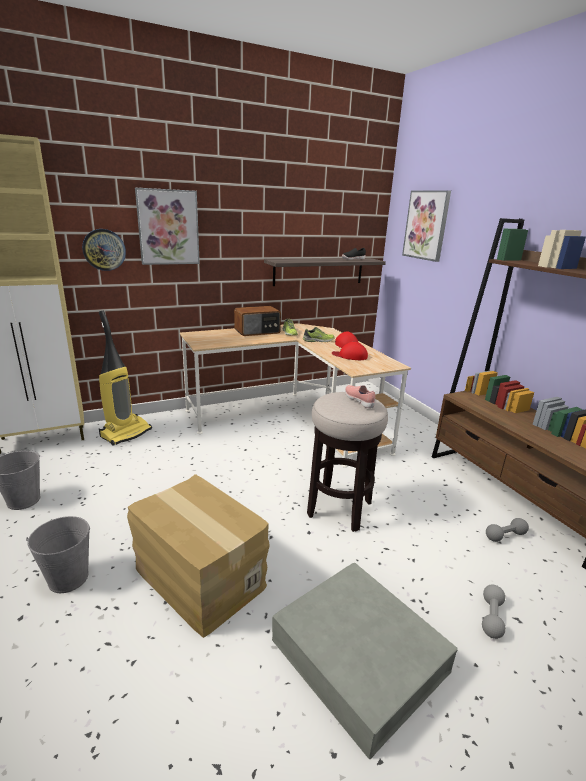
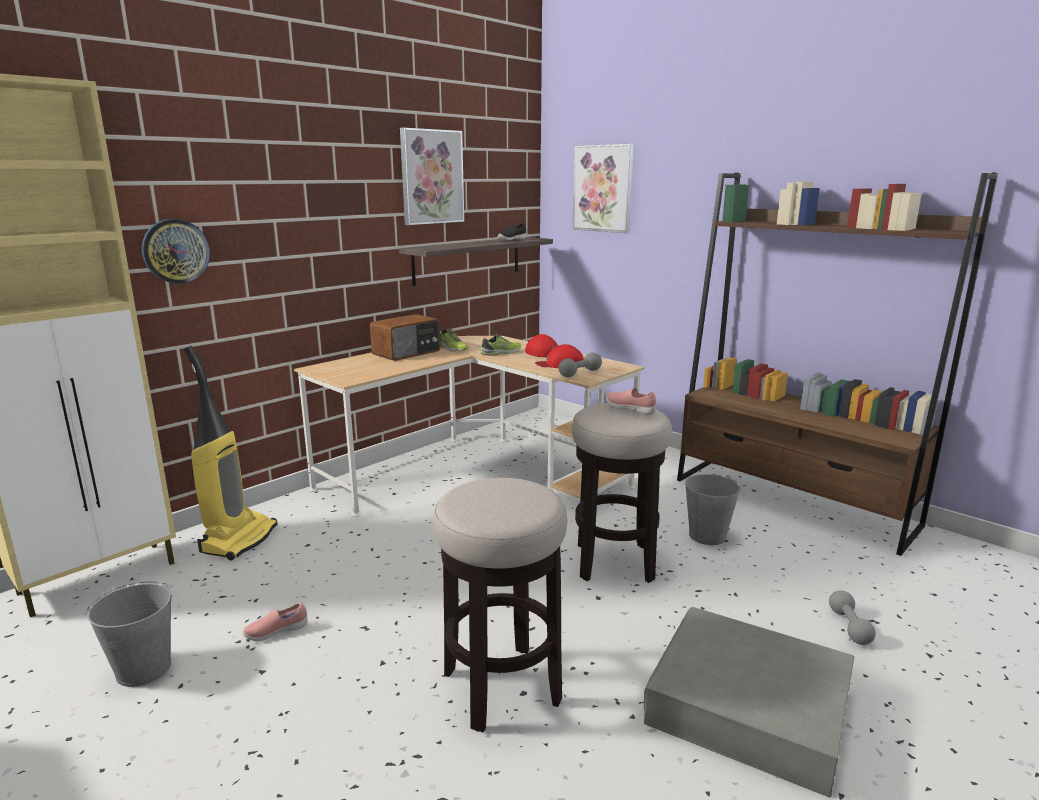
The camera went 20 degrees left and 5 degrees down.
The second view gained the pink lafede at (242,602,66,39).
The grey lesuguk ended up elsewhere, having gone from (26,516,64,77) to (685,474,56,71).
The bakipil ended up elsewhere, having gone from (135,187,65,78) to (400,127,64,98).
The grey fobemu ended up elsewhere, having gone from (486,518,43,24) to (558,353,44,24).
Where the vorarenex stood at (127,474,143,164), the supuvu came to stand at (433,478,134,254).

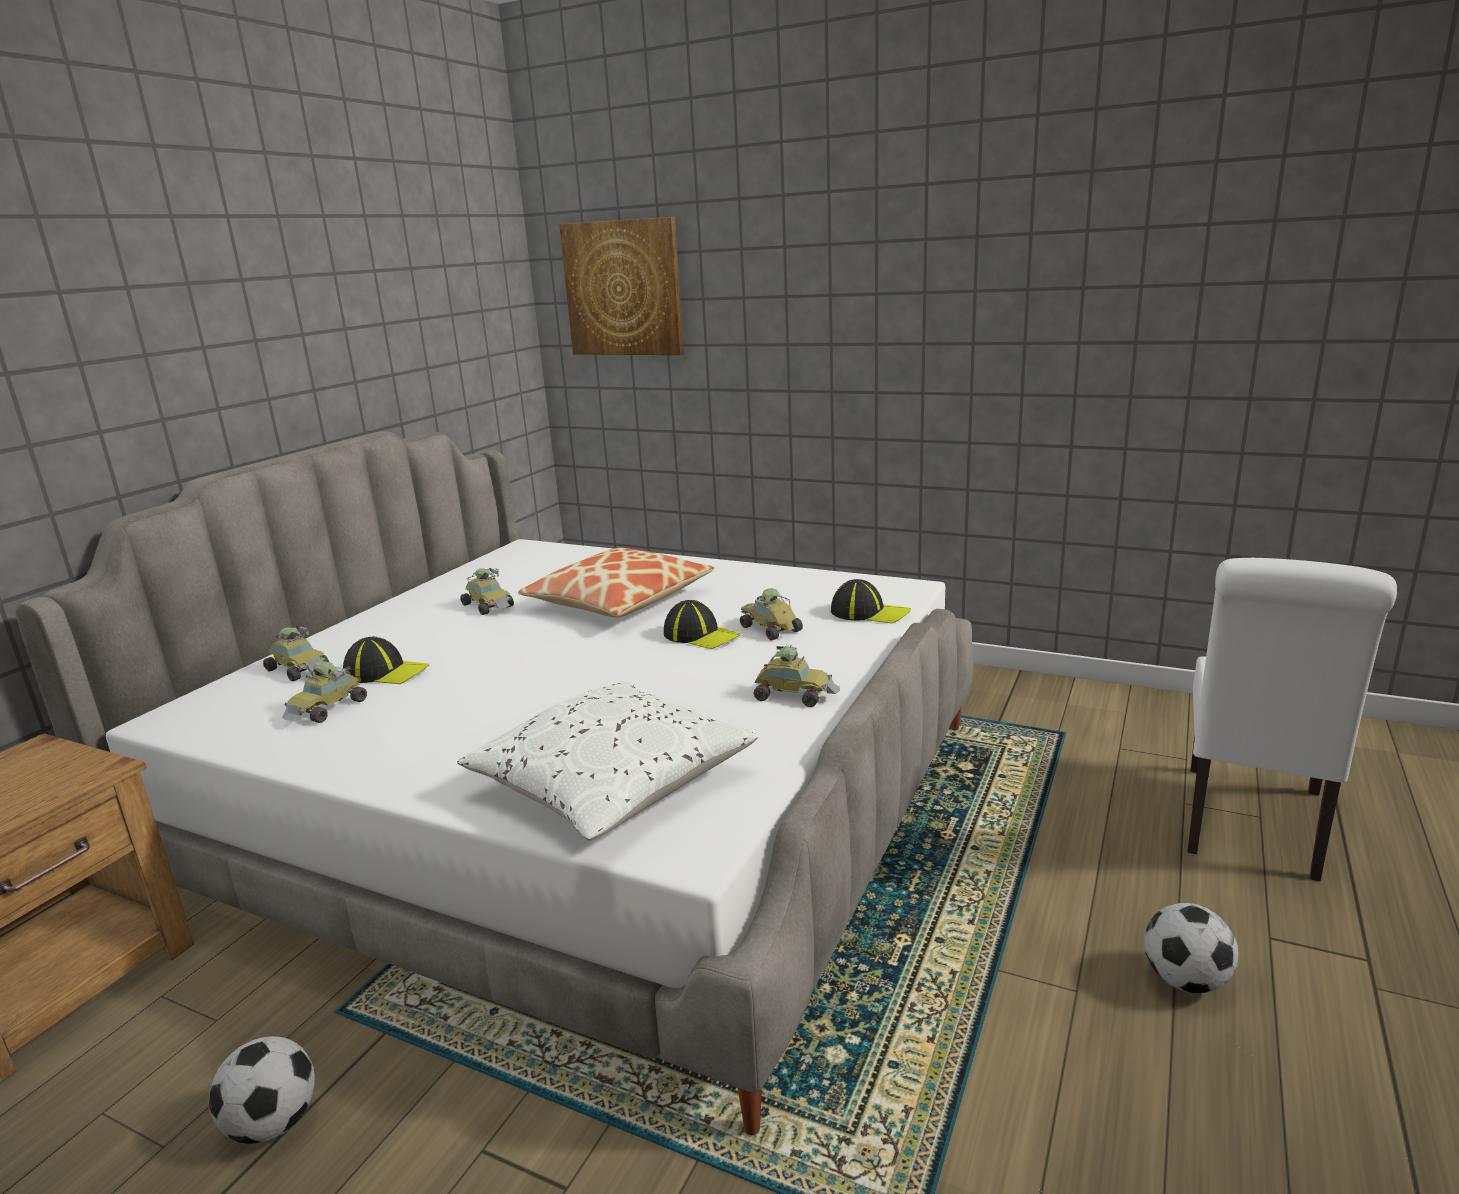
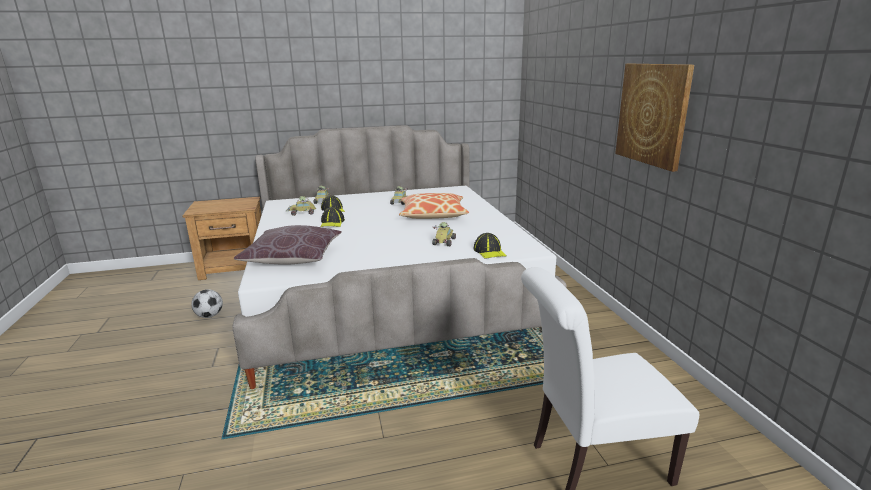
The camera went 50 degrees right and 0 degrees up.
The second view lost the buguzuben at (753,645,87,62).
The second view lost the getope at (1144,903,94,90).
The bakipil ended up elsewhere, having gone from (559,217,125,138) to (615,64,79,108).
The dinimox ended up elsewhere, having gone from (664,600,77,49) to (321,207,24,20).
What was the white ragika at (457,682,301,159) turned into the brown ragika at (234,225,108,40).

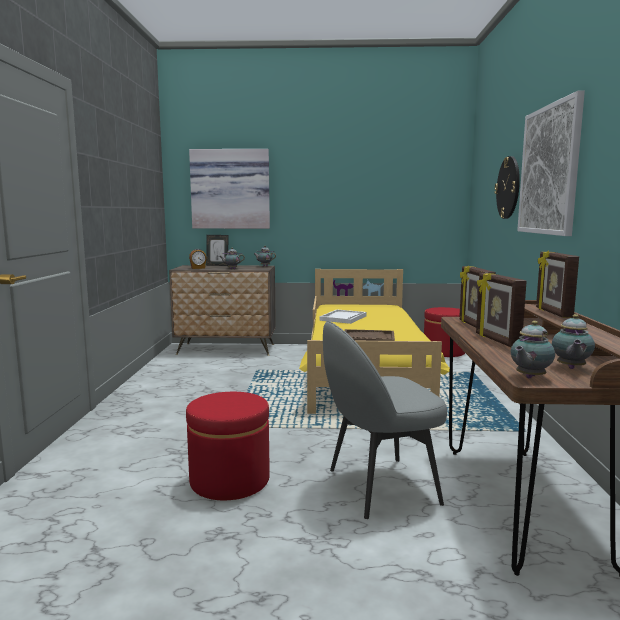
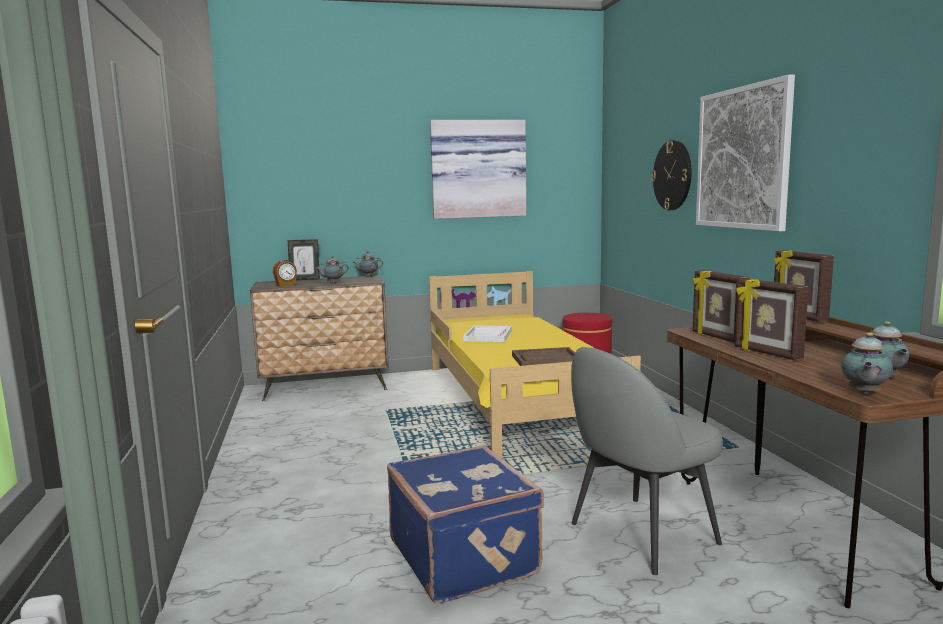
The camera went 15 degrees left and 0 degrees up.
The bakipil ended up elsewhere, having gone from (189,149,81,80) to (430,120,96,99).
Where the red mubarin stood at (186,392,84,108), the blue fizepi came to stand at (387,445,157,158).

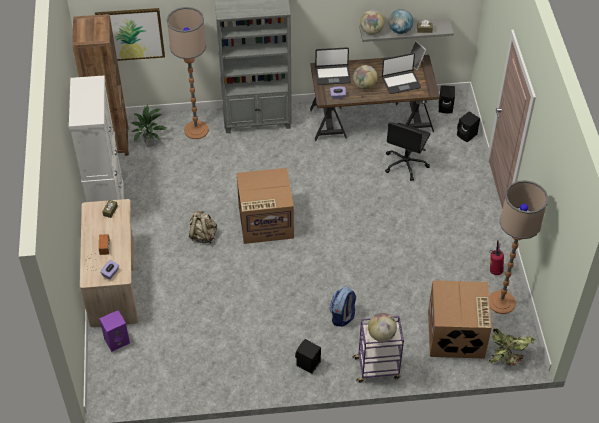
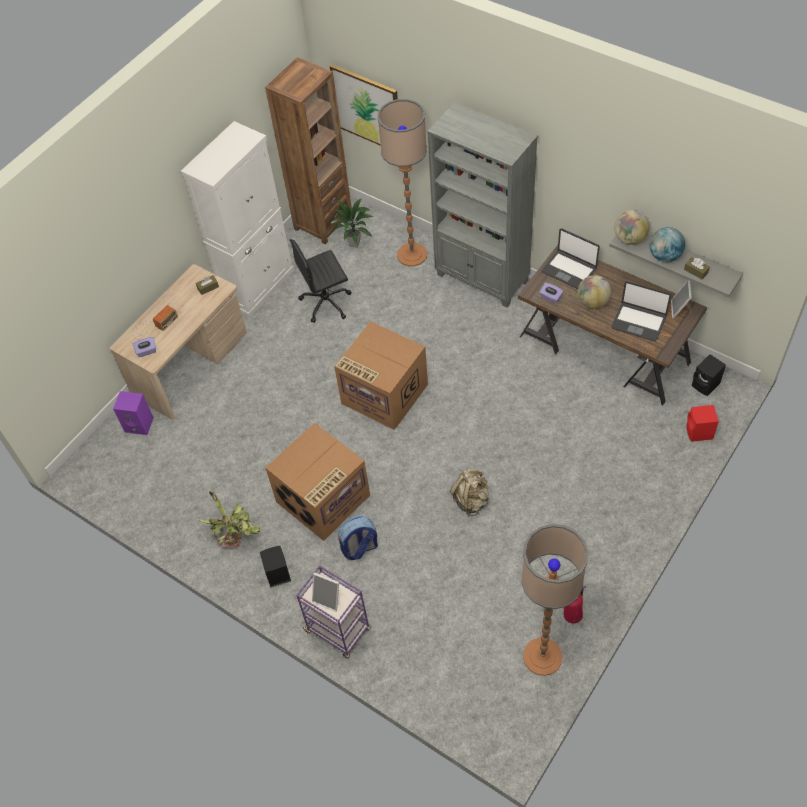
The camera went 45 degrees right and 5 degrees up.
The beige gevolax ended up elsewhere, having gone from (189,210,28,34) to (450,469,39,47).
The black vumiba ended up elsewhere, having gone from (385,123,46,58) to (290,239,61,84).
The vorarenex ended up elsewhere, having gone from (428,280,64,79) to (266,423,104,118).
The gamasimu ended up elsewhere, having gone from (489,328,46,38) to (197,491,63,57).
Where the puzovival stood at (368,313,29,29), the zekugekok came to stand at (312,572,27,40).
What was the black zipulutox at (457,111,23,31) turned into the red zipulutox at (686,405,33,37).

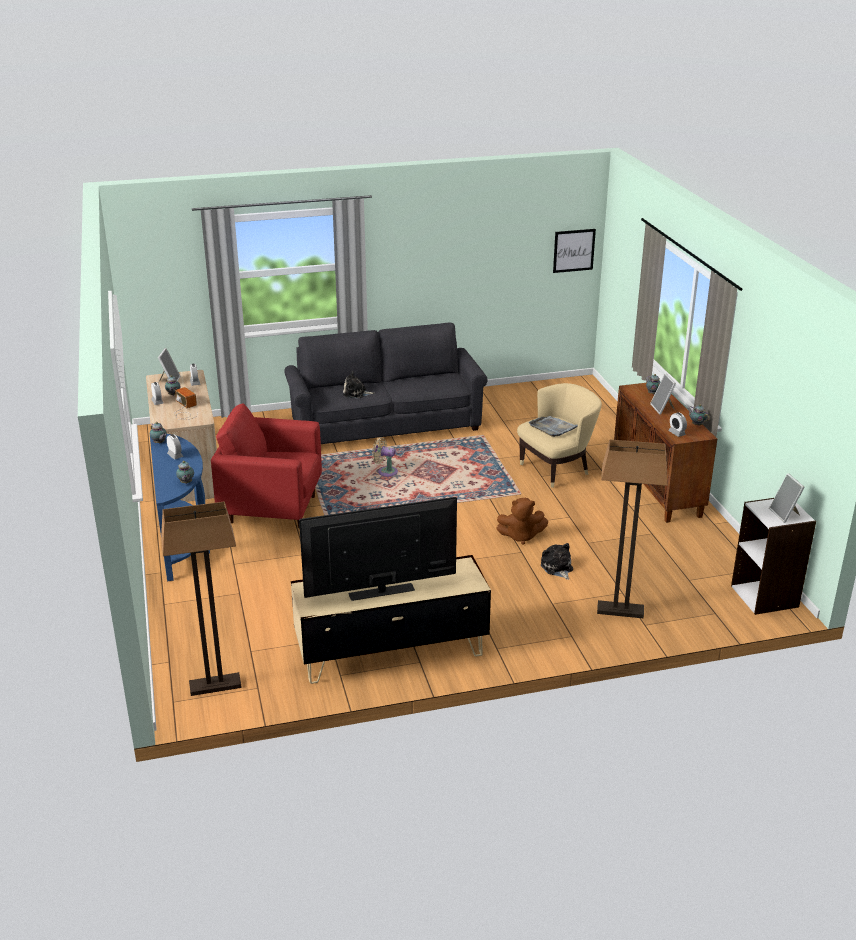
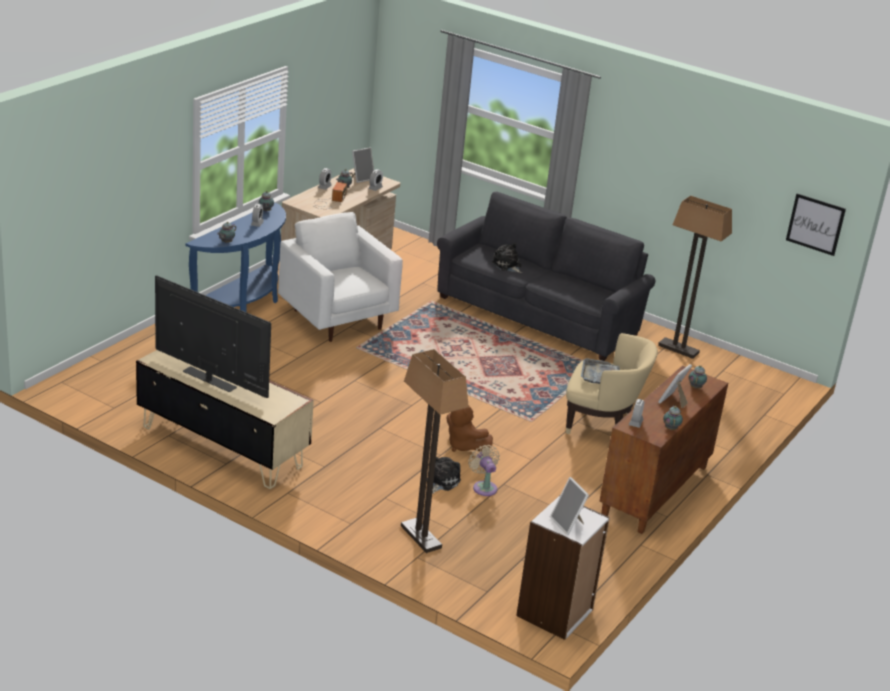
The camera went 45 degrees right and 0 degrees up.
The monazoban ended up elsewhere, having gone from (161,501,81,195) to (658,196,74,163).
The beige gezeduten ended up elsewhere, having gone from (372,437,26,40) to (469,445,31,51).
What was the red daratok at (211,404,111,124) turned into the white daratok at (278,212,125,130).
The zekugekok at (769,473,36,50) ended up facing another way, 60 degrees counterclockwise from before.

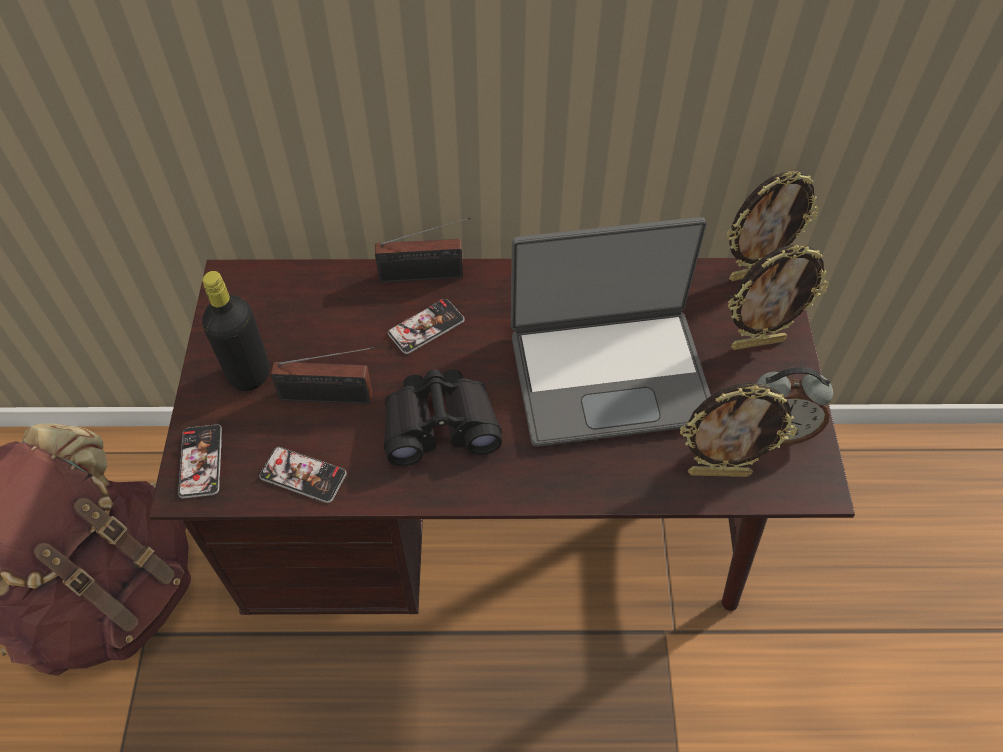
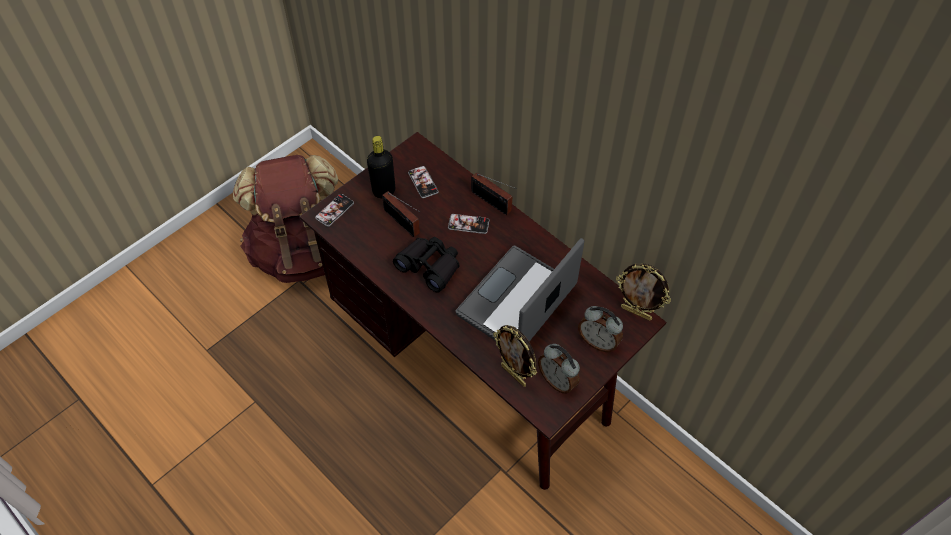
The camera went 45 degrees right and 0 degrees up.
The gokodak ended up elsewhere, having gone from (259,447,88,56) to (408,166,31,32).
Where the zekugekok stood at (728,245,101,105), the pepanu came to stand at (578,306,45,46).
The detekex at (511,217,200,230) ended up facing another way, 90 degrees clockwise from before.

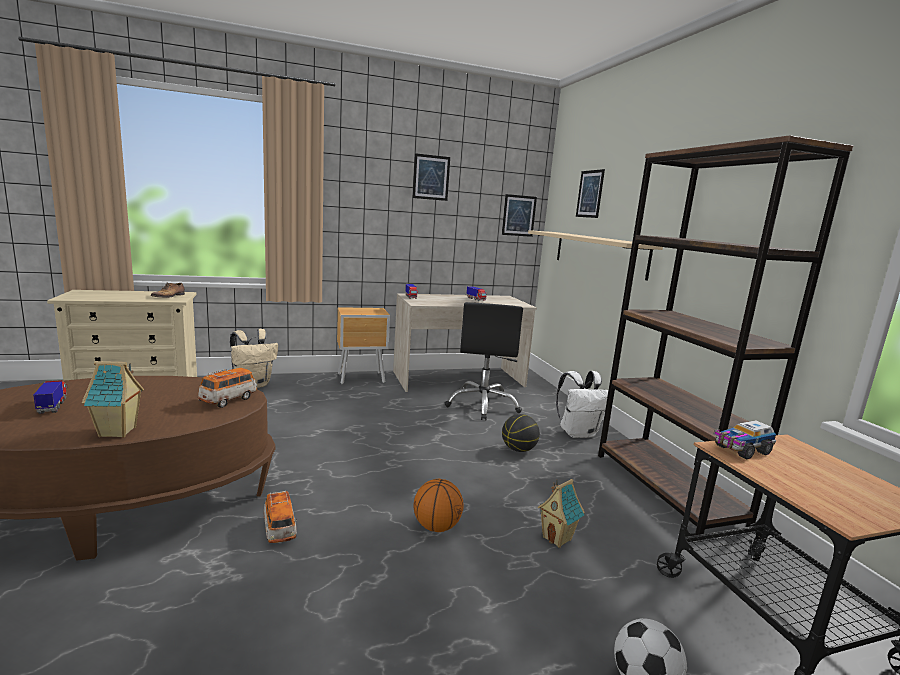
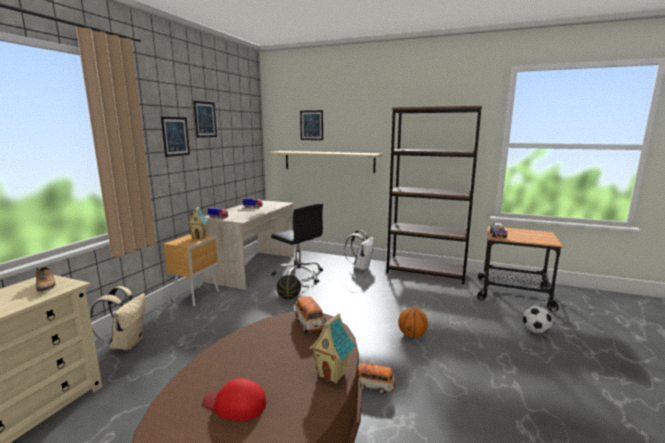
The camera went 50 degrees left and 0 degrees up.
The bakipil ended up elsewhere, having gone from (502,194,35,43) to (161,117,29,40).
The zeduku ended up elsewhere, having gone from (502,414,38,38) to (277,275,24,25).
The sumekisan ended up elsewhere, having gone from (538,479,47,69) to (187,207,22,32).
Where the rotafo stood at (33,380,35,34), the red dinimox came to stand at (203,379,63,42).

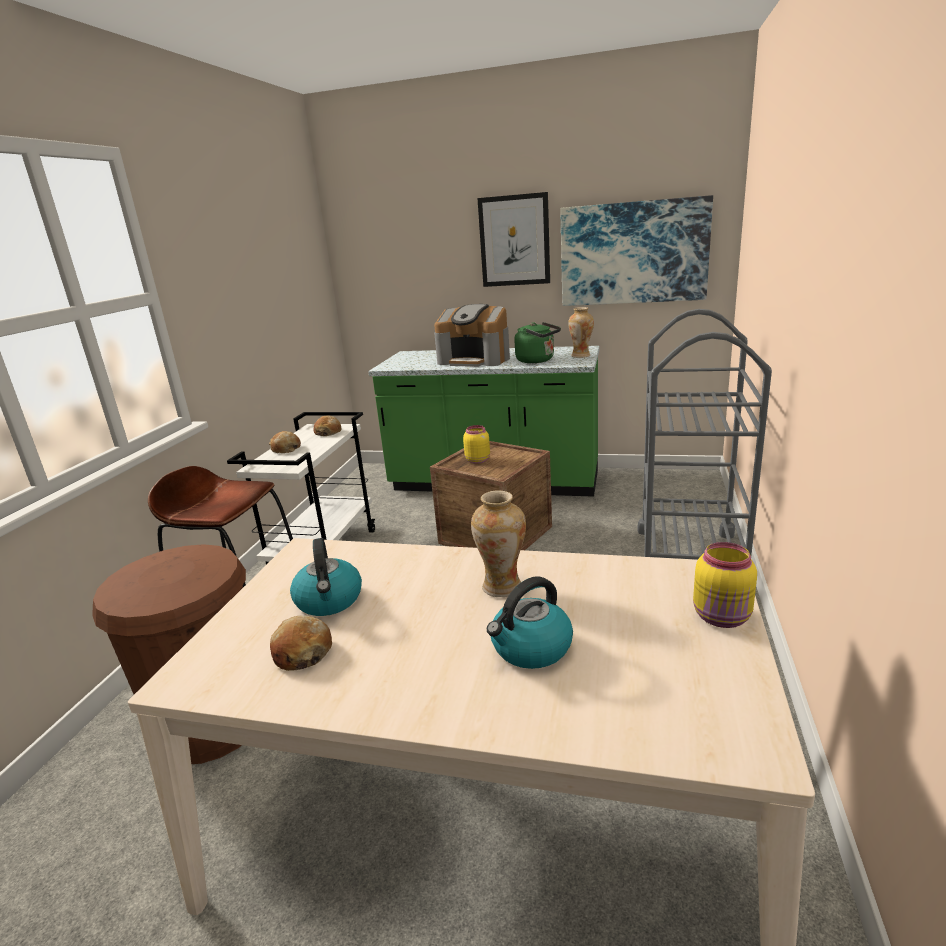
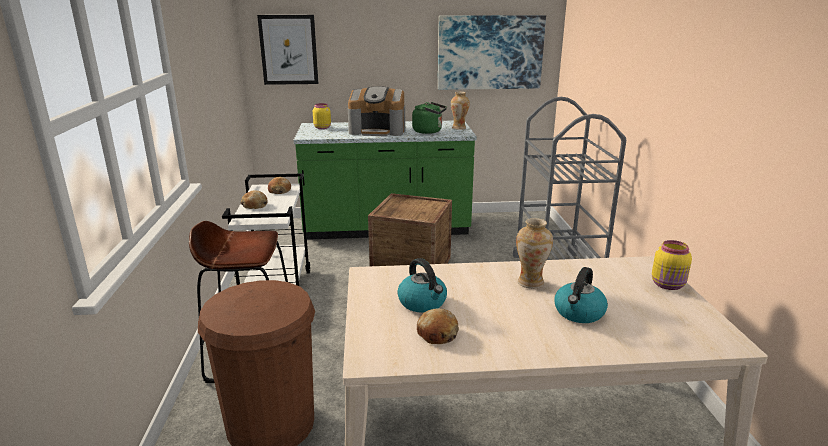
The camera went 20 degrees left and 0 degrees up.
The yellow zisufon ended up elsewhere, having gone from (463,425,27,39) to (313,103,18,26).
The bakipil ended up elsewhere, having gone from (477,192,73,95) to (257,15,61,70).

